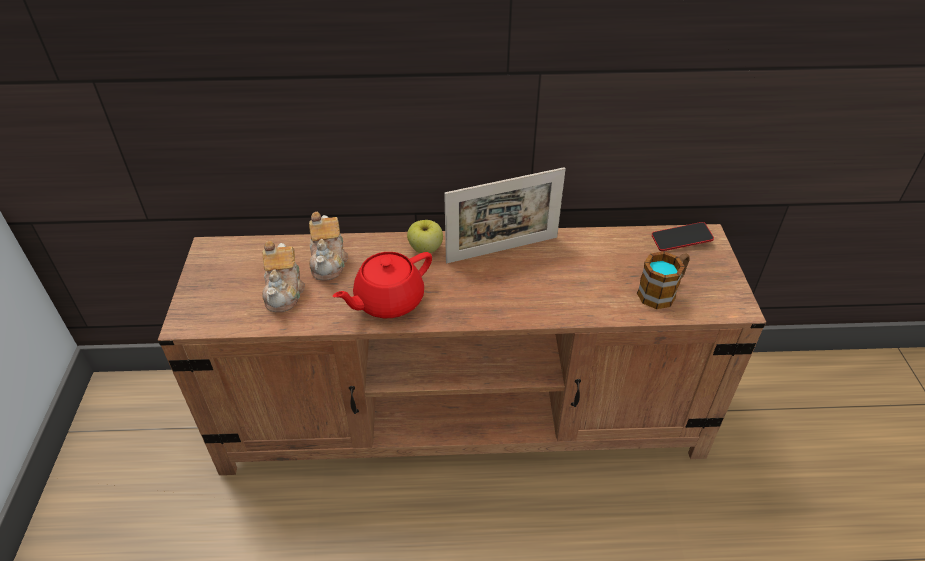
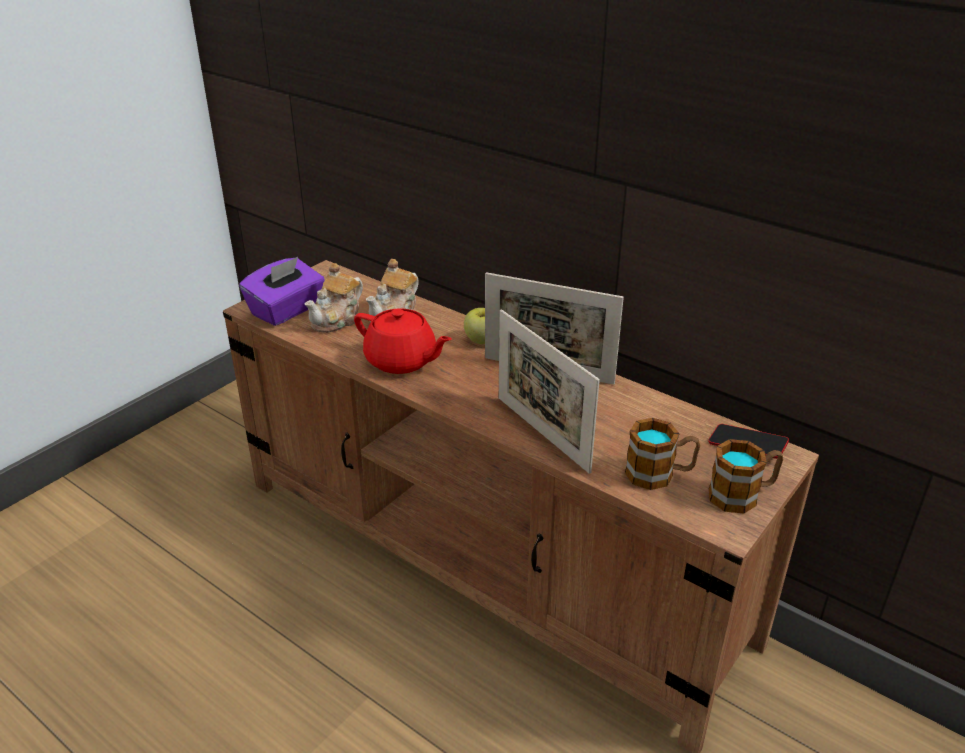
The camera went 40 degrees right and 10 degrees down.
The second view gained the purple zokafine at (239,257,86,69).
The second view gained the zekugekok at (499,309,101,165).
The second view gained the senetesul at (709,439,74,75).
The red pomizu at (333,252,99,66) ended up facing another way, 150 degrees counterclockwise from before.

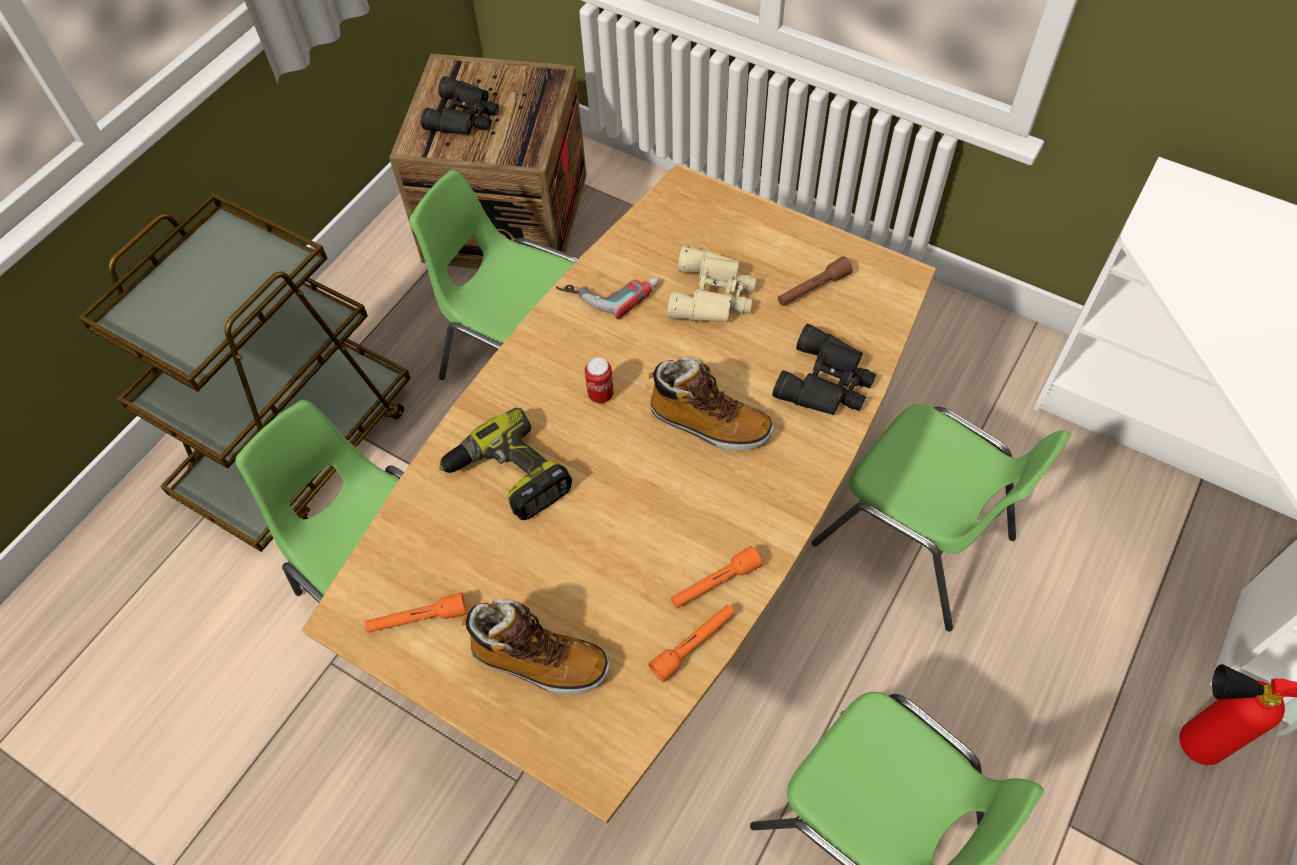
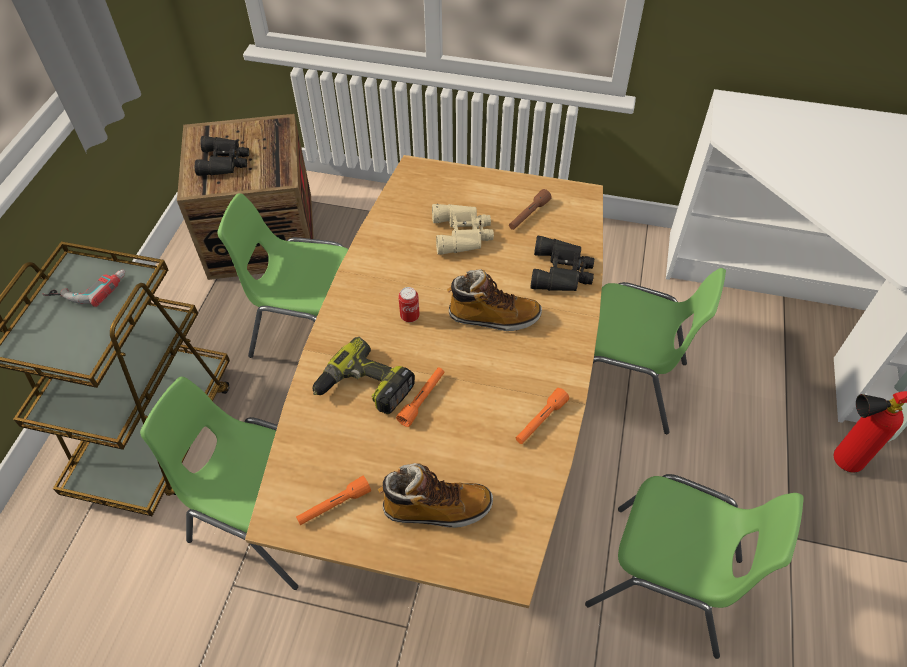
The camera went 20 degrees left and 5 degrees down.
The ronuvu ended up elsewhere, having gone from (556,277,103,42) to (42,270,83,37).
The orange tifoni ended up elsewhere, having gone from (648,605,87,77) to (396,368,49,59).

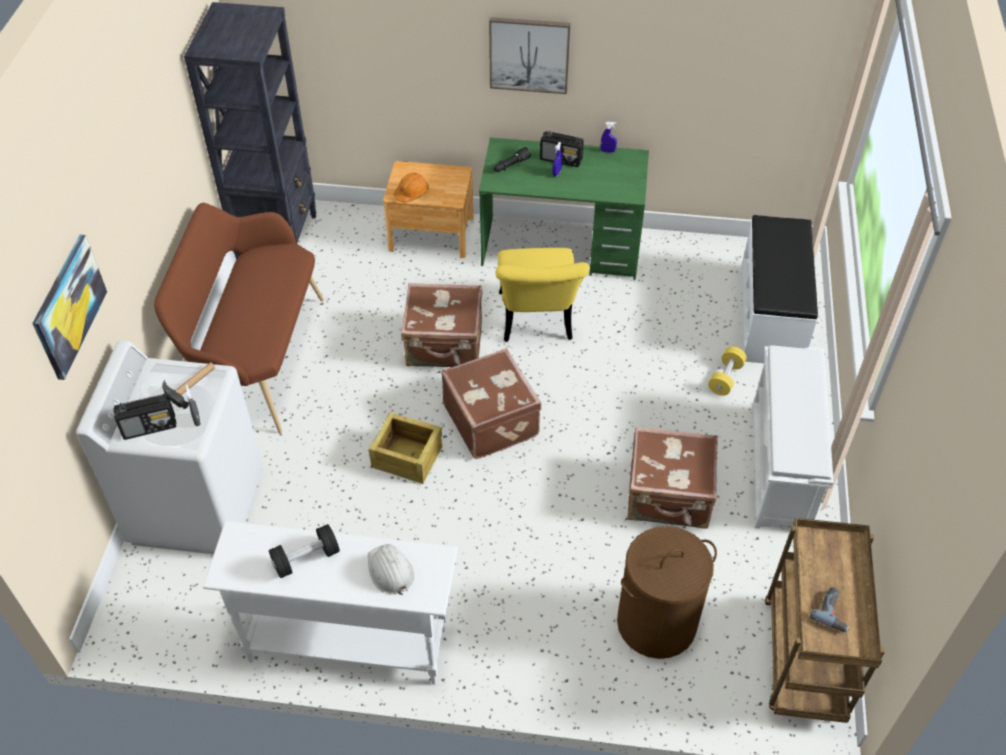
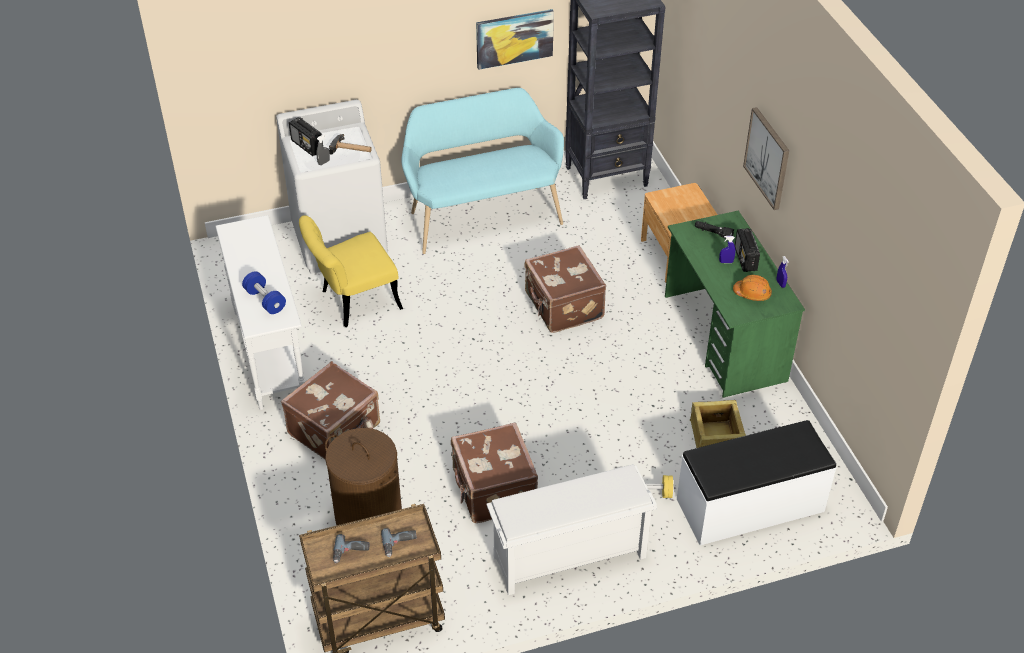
The camera went 65 degrees right and 5 degrees down.
The second view lost the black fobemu at (269,524,71,54).
The second view gained the ronuvu at (381,528,36,29).
The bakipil ended up elsewhere, having gone from (32,235,75,145) to (476,9,78,61).
The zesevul ended up elsewhere, having gone from (369,412,73,72) to (690,400,56,48).
The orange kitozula ended up elsewhere, having gone from (394,172,35,30) to (733,275,39,26).
The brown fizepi ended up elsewhere, having gone from (441,348,101,111) to (281,361,99,98).
The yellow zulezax ended up elsewhere, having gone from (495,248,94,94) to (299,215,104,112).
Where the white kitozula stood at (368,544,46,51), the blue fobemu came to stand at (242,271,44,43).
What was the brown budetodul at (154,203,170,231) turned into the turquoise budetodul at (401,88,163,166).

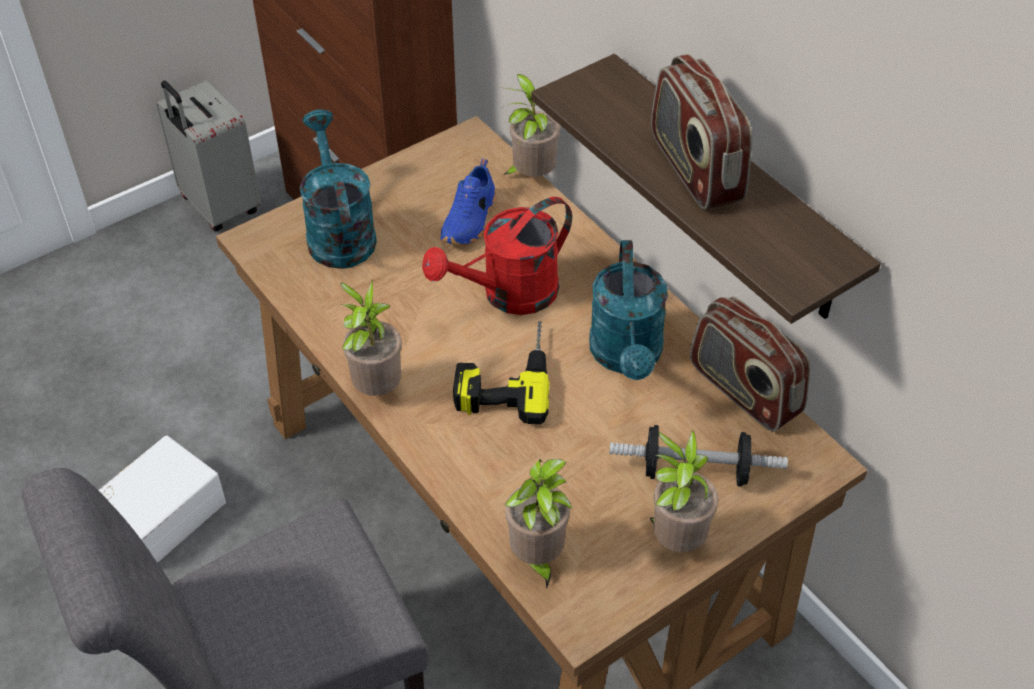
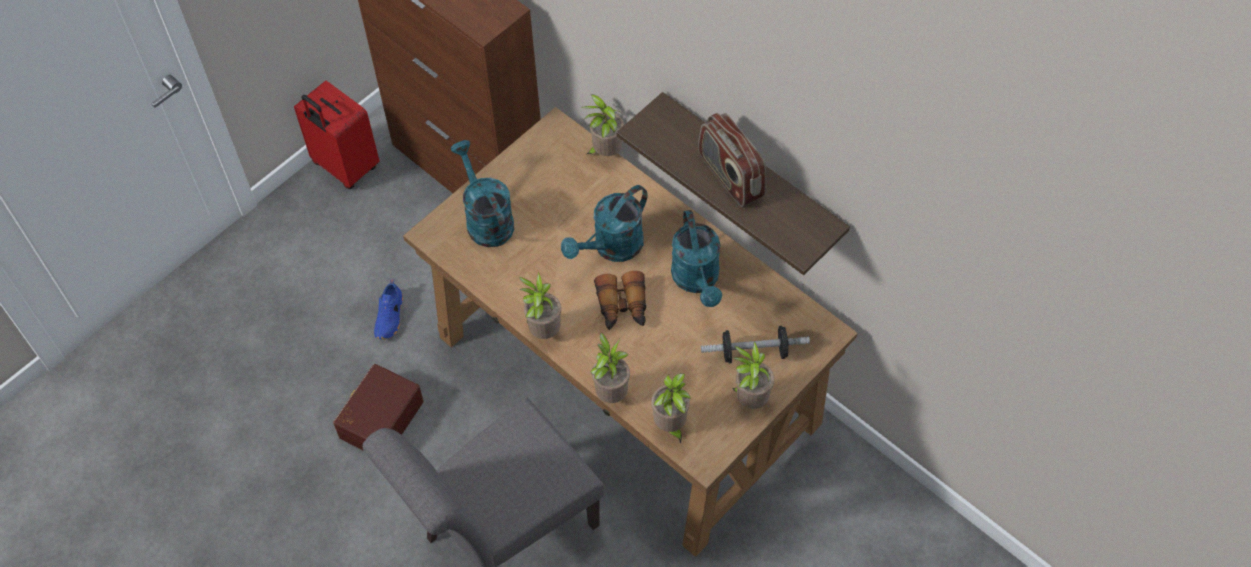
The camera went 10 degrees left and 10 degrees up.
The second view lost the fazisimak at (690,297,120,135).
The second view gained the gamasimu at (590,333,40,70).
The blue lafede ended up elsewhere, having gone from (440,158,56,87) to (374,279,29,60).
Where the ronuvu stood at (453,321,96,104), the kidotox came to stand at (594,271,52,59).
What was the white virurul at (99,435,127,128) turned into the brown virurul at (333,364,91,87).
What was the grey fizepi at (156,80,105,151) turned into the red fizepi at (294,81,86,108).
What was the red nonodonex at (422,197,150,118) turned into the turquoise nonodonex at (561,185,87,77).

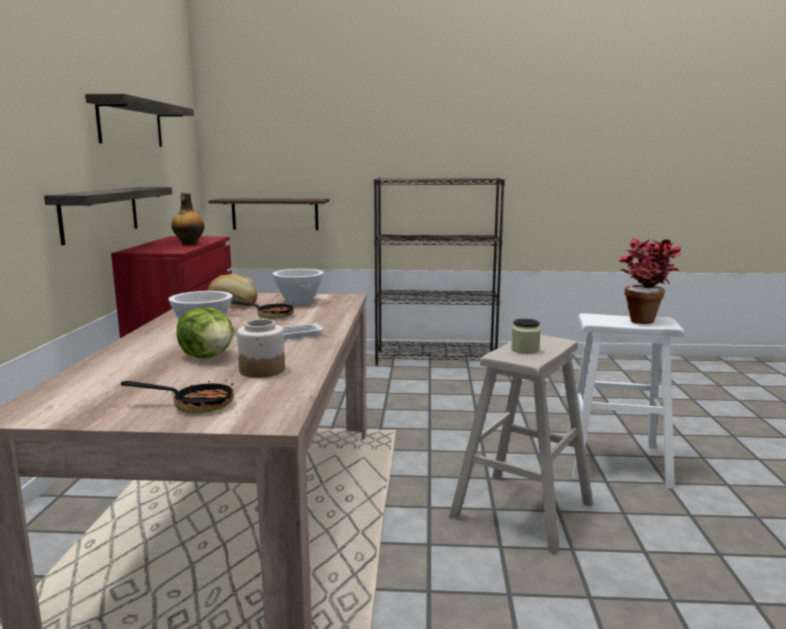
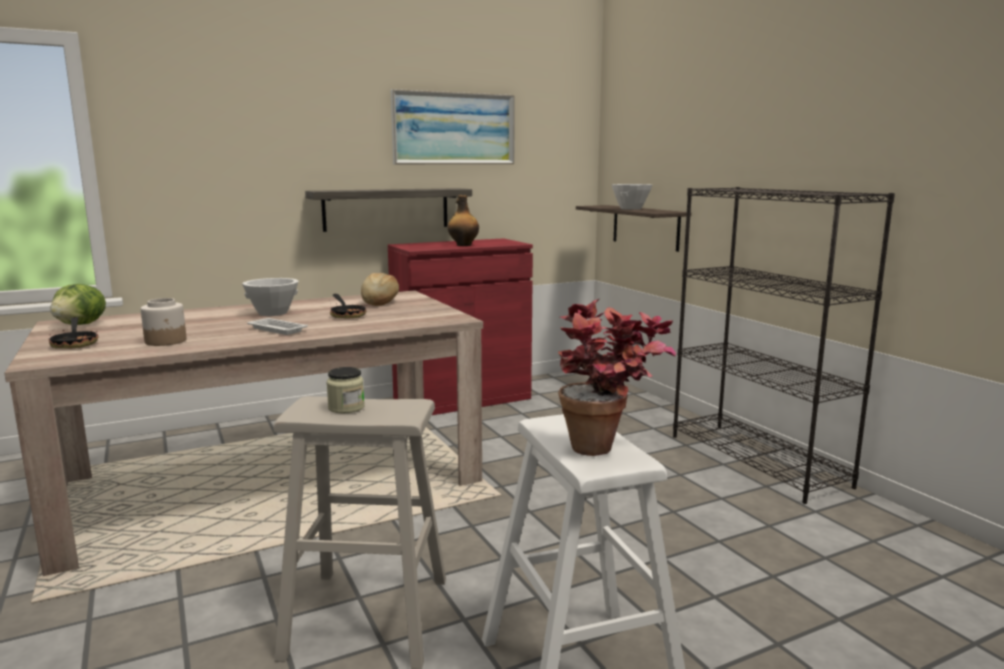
The camera went 60 degrees right and 0 degrees up.
The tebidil ended up elsewhere, having gone from (176,308,57,50) to (50,284,56,41).
The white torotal ended up elsewhere, having gone from (273,269,51,36) to (611,184,41,26).
Where the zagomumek hung at (85,94,109,53), the bakipil came to hang at (391,89,124,75).

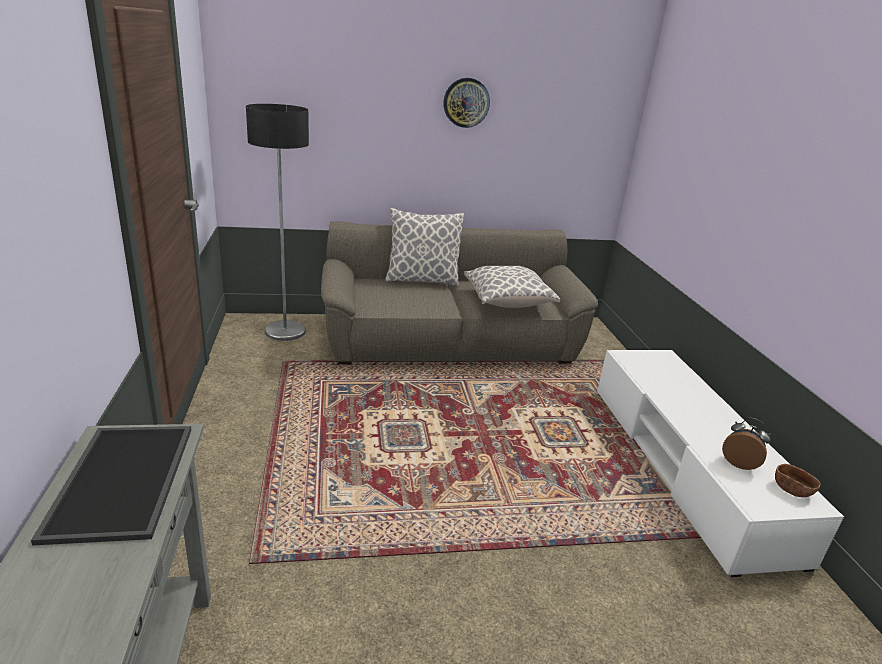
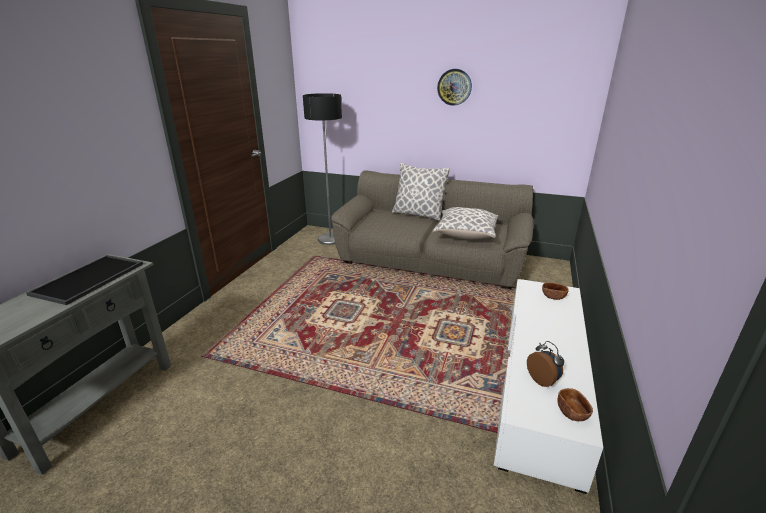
The camera went 30 degrees right and 0 degrees up.
The second view gained the brown torotal at (542,282,27,18).

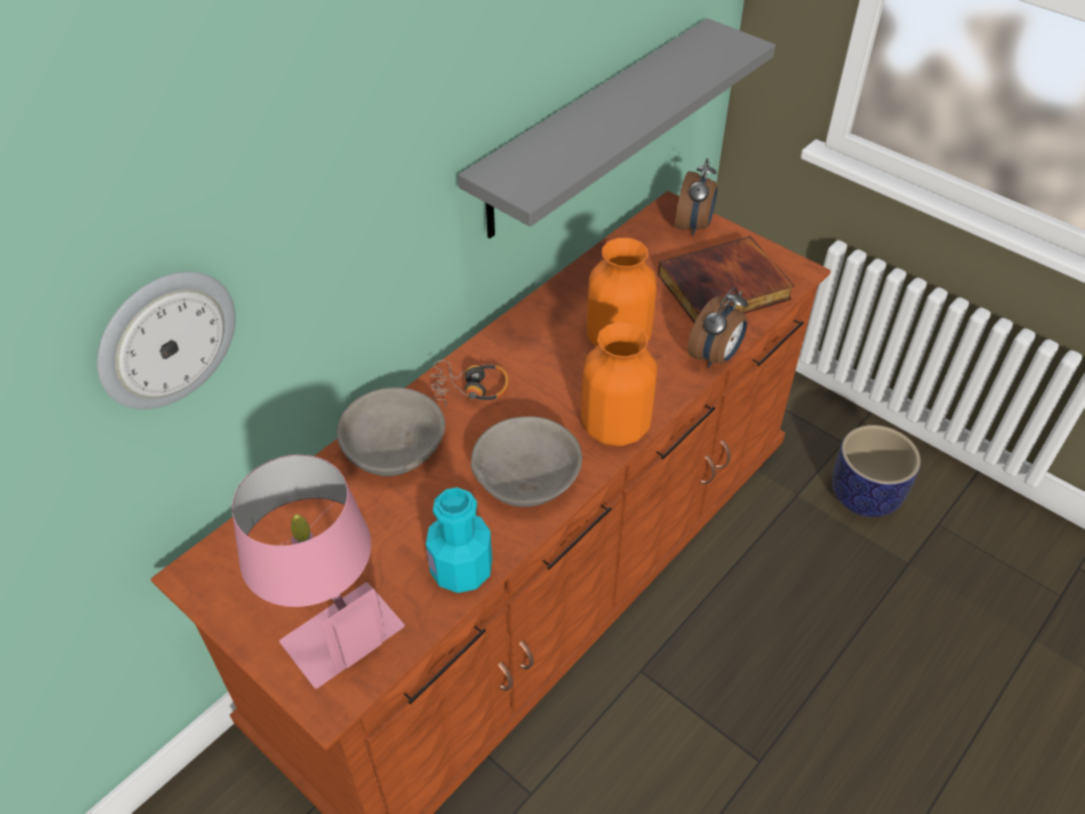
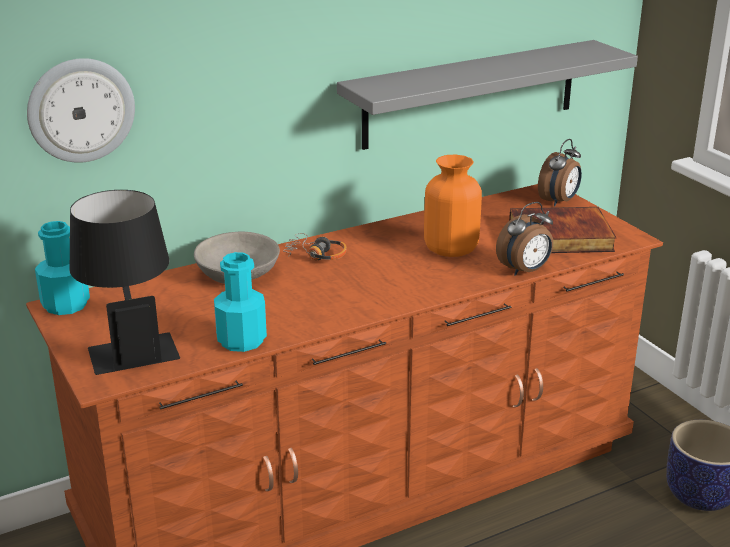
The camera went 20 degrees right and 20 degrees down.
The second view lost the grey torotal at (471,416,111,91).
The second view lost the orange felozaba at (581,322,76,124).
The second view gained the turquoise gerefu at (35,221,55,94).
What was the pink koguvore at (232,455,173,234) turned into the black koguvore at (70,190,110,185).

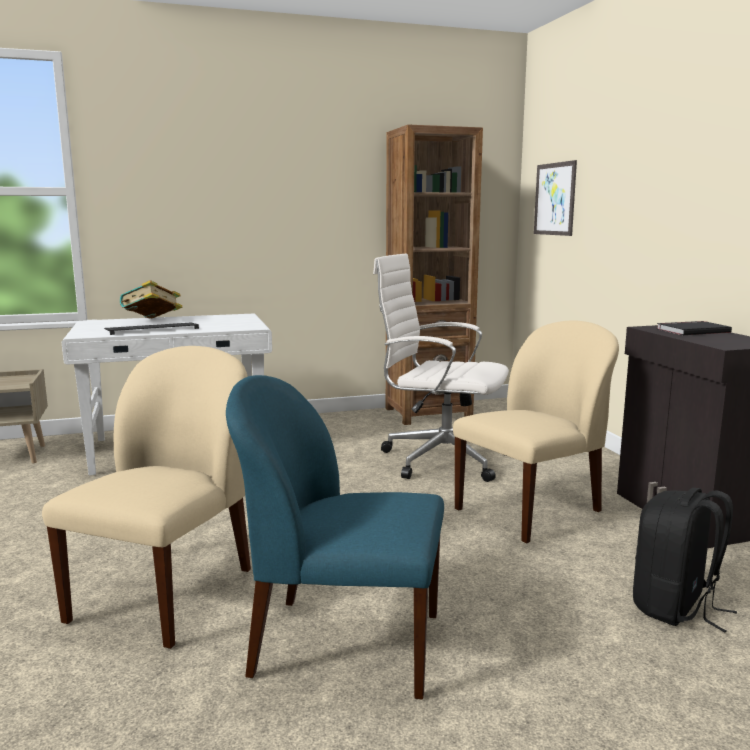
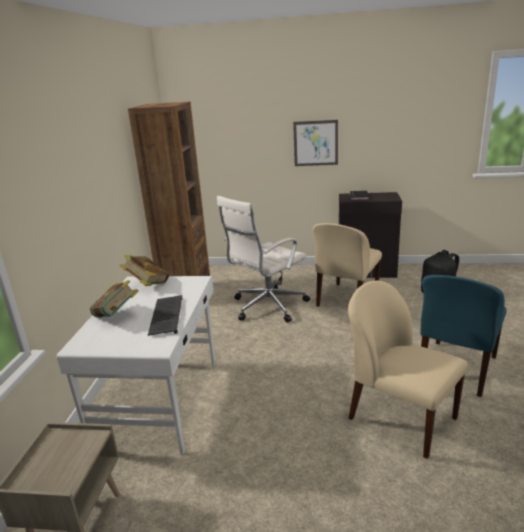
The camera went 65 degrees left and 10 degrees up.
The second view gained the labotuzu at (120,255,49,31).
The bakipil ended up elsewhere, having gone from (534,160,43,76) to (293,120,45,46).
The beige zulezax at (453,320,166,223) ended up facing another way, 135 degrees counterclockwise from before.

